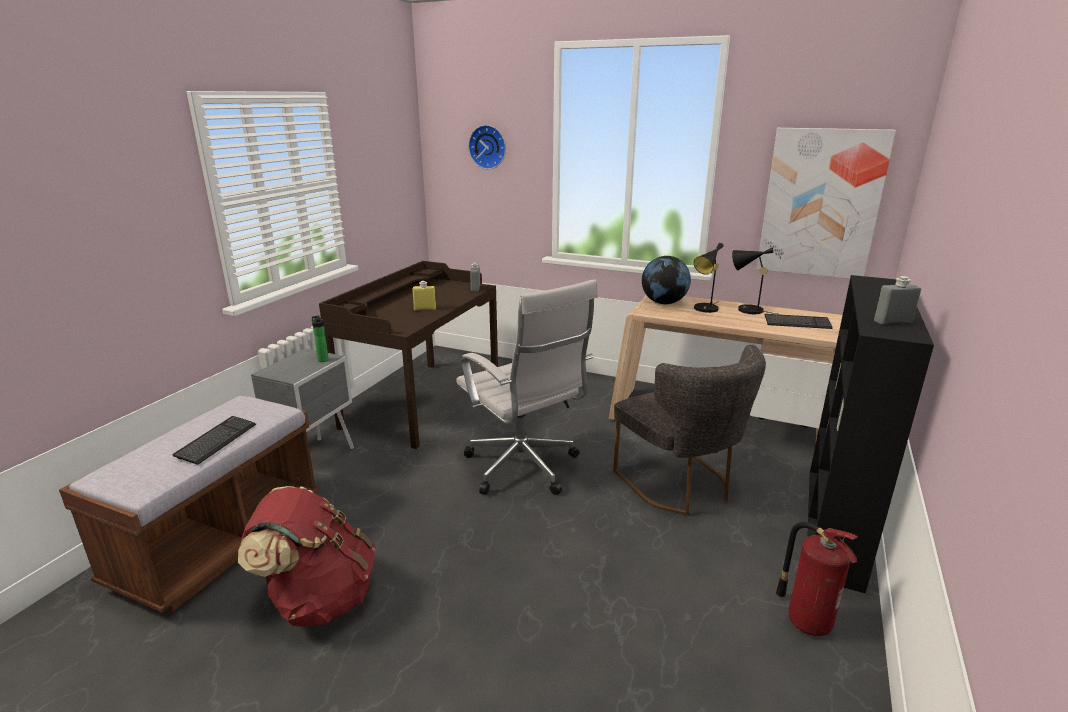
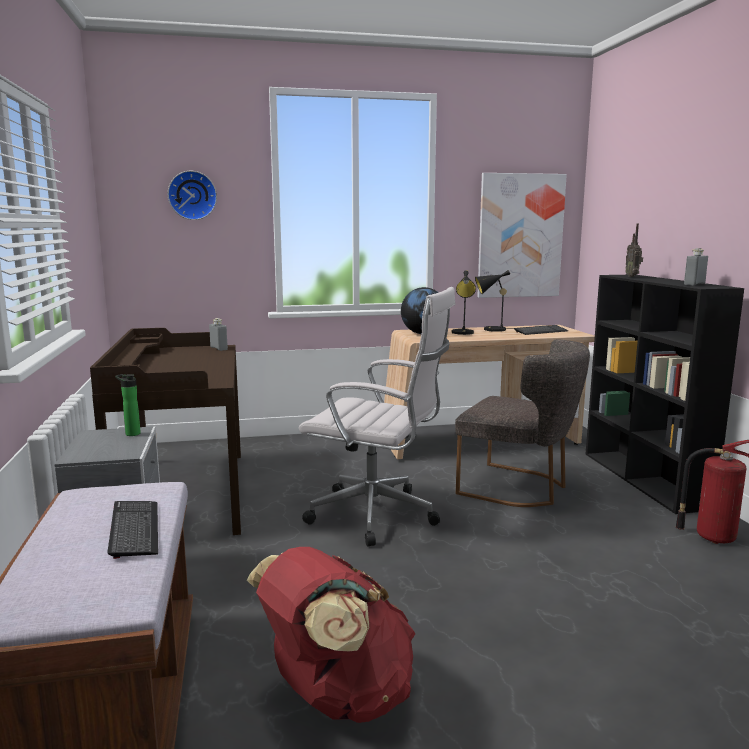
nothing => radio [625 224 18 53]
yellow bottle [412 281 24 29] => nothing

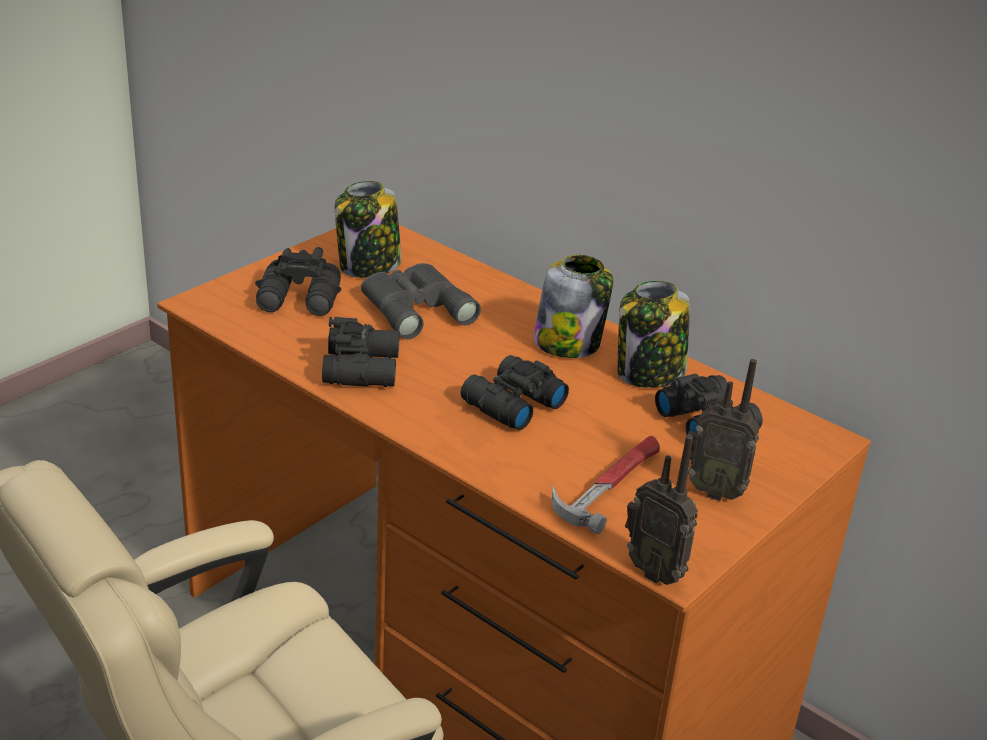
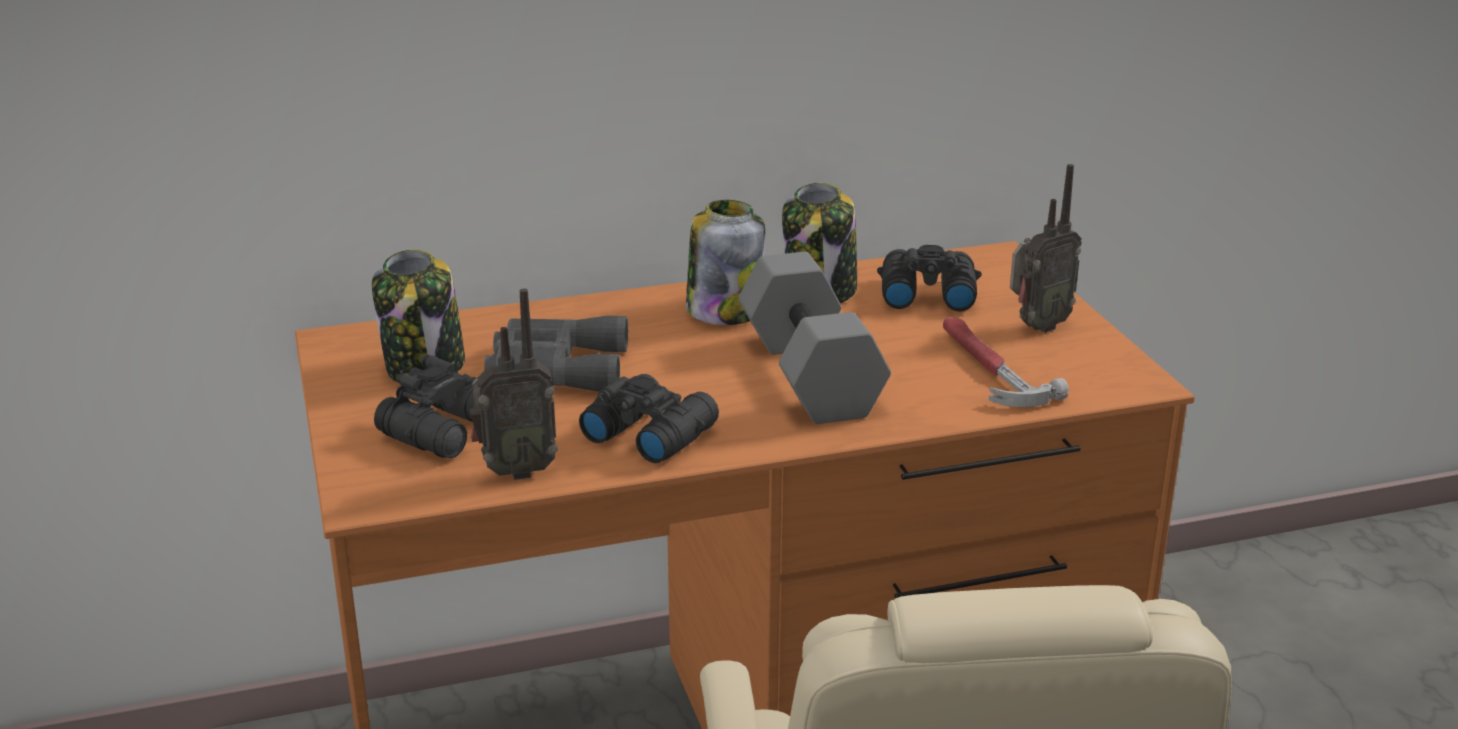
radio [625 435 73 150] => radio [469 288 89 192], move
black binoculars [461 355 108 75] => grey dumbbell [738 252 153 172]

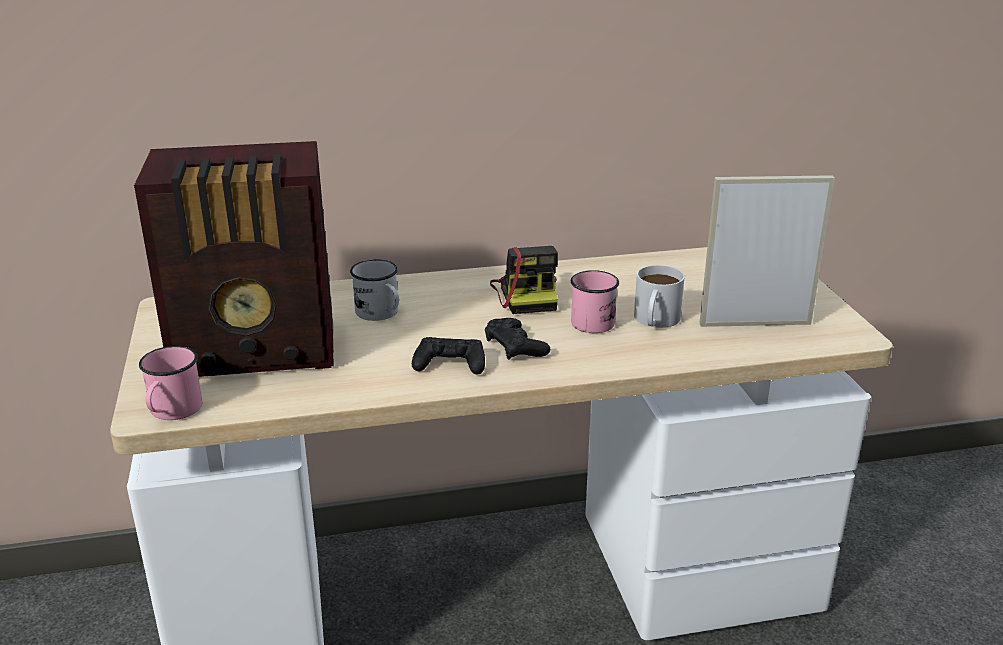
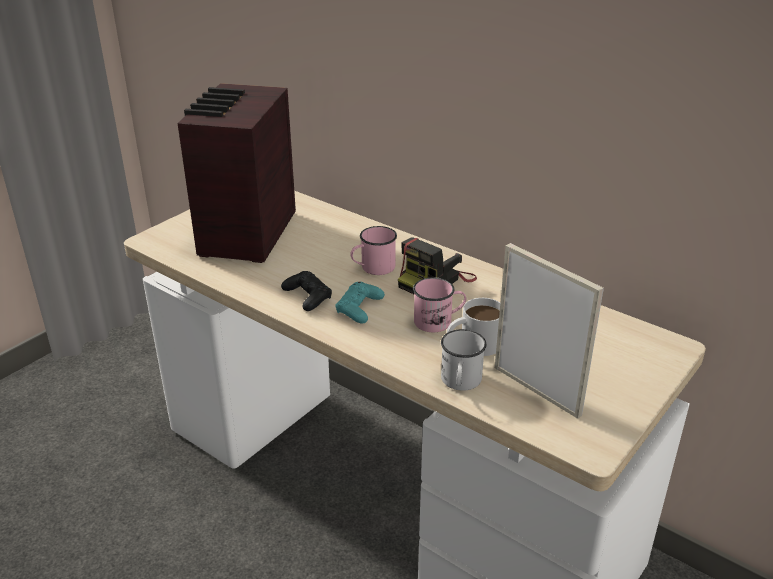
radio [134 141 200 236] => radio [177 83 119 180], 60 degrees clockwise
black game controller [485 318 65 42] => turquoise game controller [336 282 49 42]
pink mug [139 346 63 74] => pink mug [350 226 47 49], move
white mug [350 260 49 61] => white mug [441 329 46 62], move

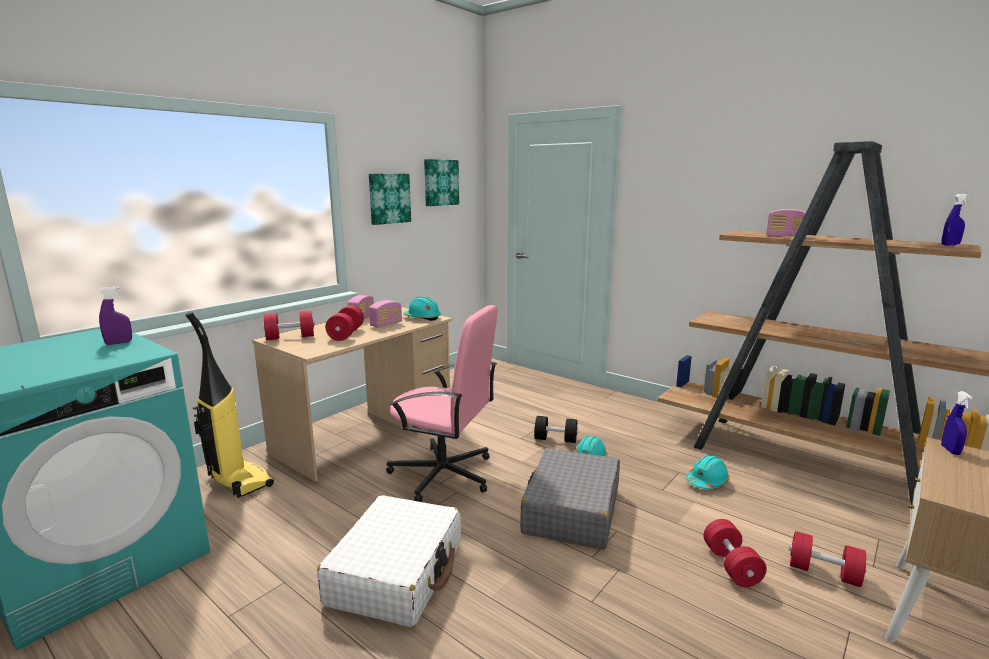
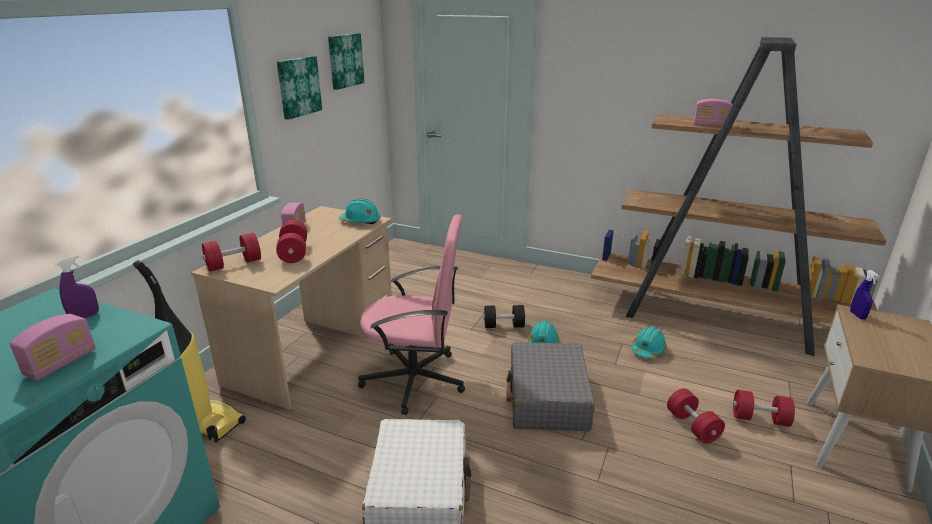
radio [369 300 33 28] => radio [10 314 86 67], move
blue spray bottle [941 194 28 51] => nothing

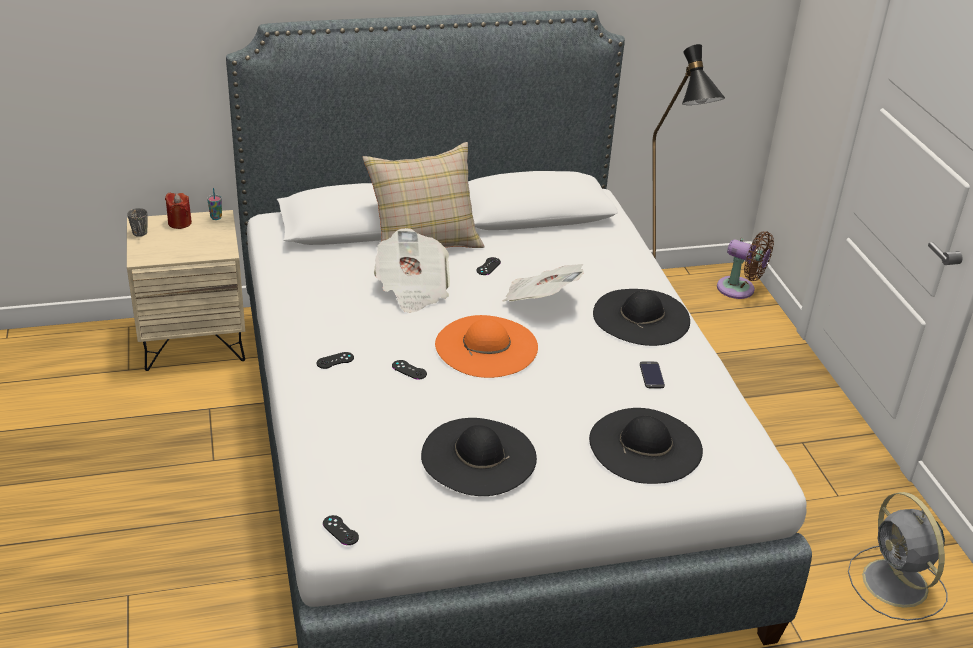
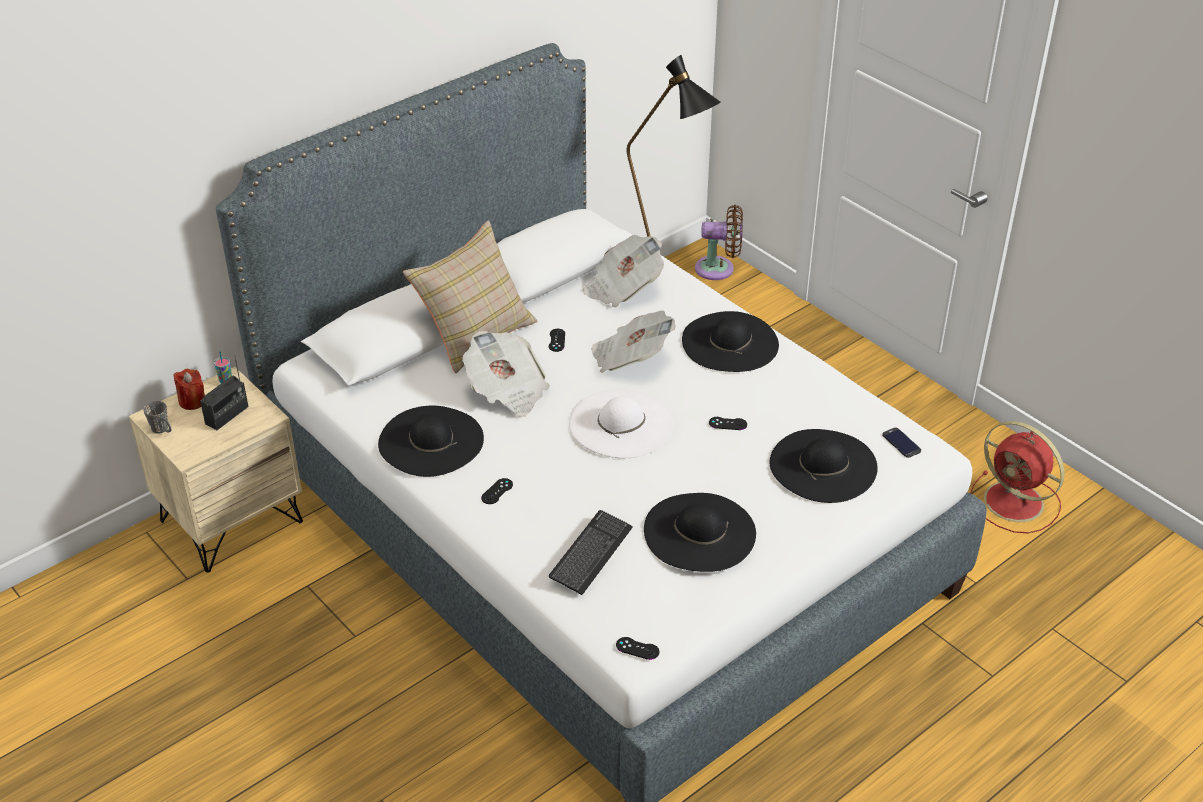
nothing => radio [200 358 49 72]
nothing => black hat [378 406 106 71]
nothing => keyboard [549 510 84 85]
orange hat [435 315 103 63] => white hat [569 389 104 69]
nothing => newspaper [583 235 81 72]
black game controller [392 360 35 20] => black game controller [709 417 38 13], move
phone [640 361 25 27] => phone [882 427 39 31], move
grey fan [848 492 100 129] => red fan [971 421 93 113]

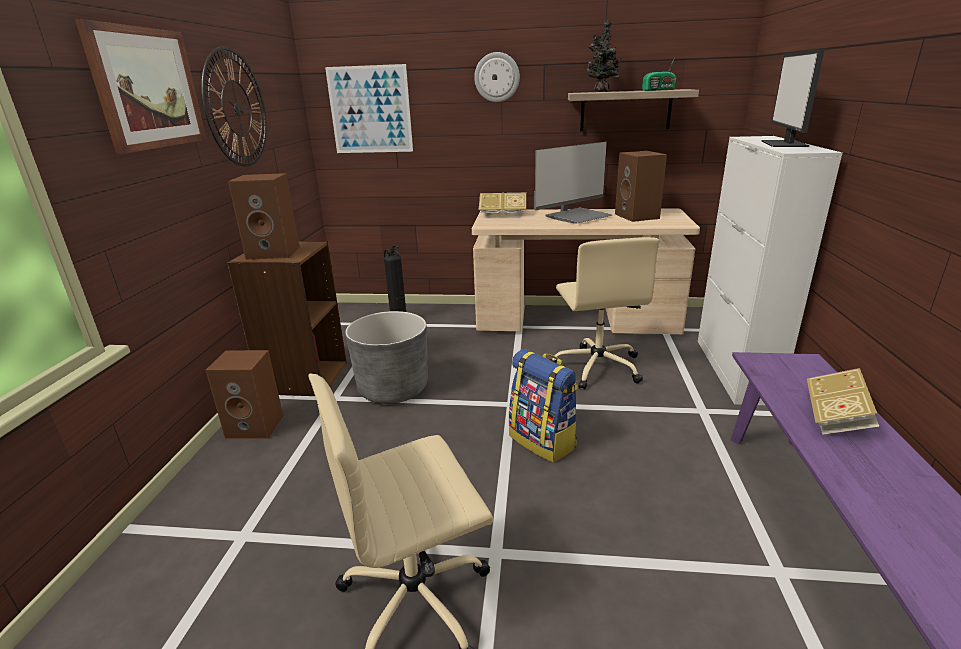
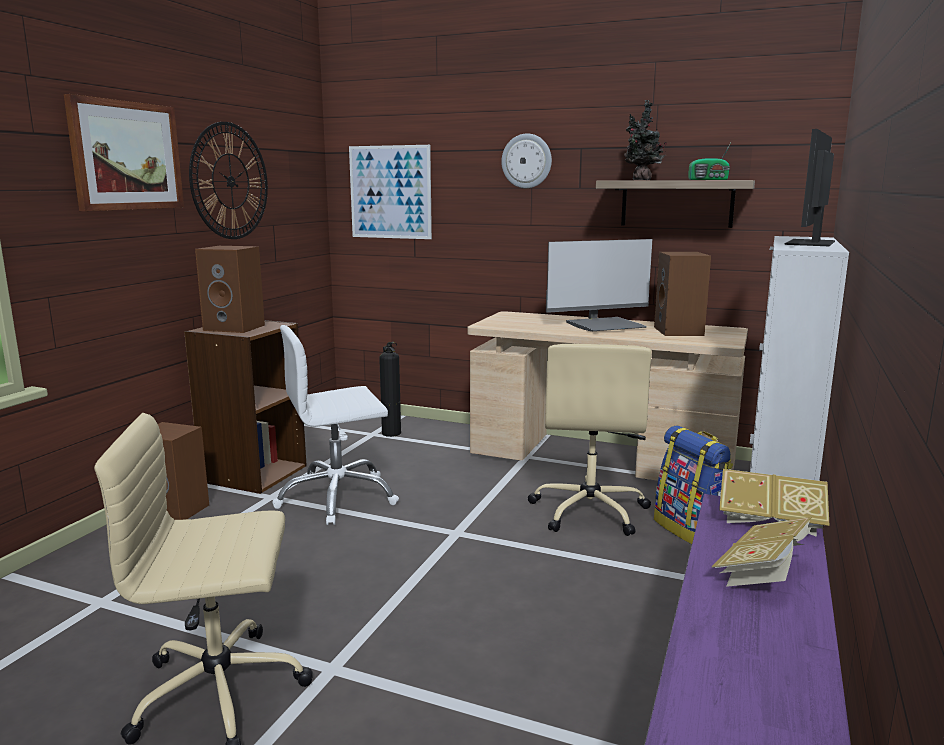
grey planter [345 311 83 93] => white office chair [272 325 127 200]
backpack [509 349 69 114] => backpack [654 425 79 119], move
book [479 193 47 24] => book [719 469 111 68], move

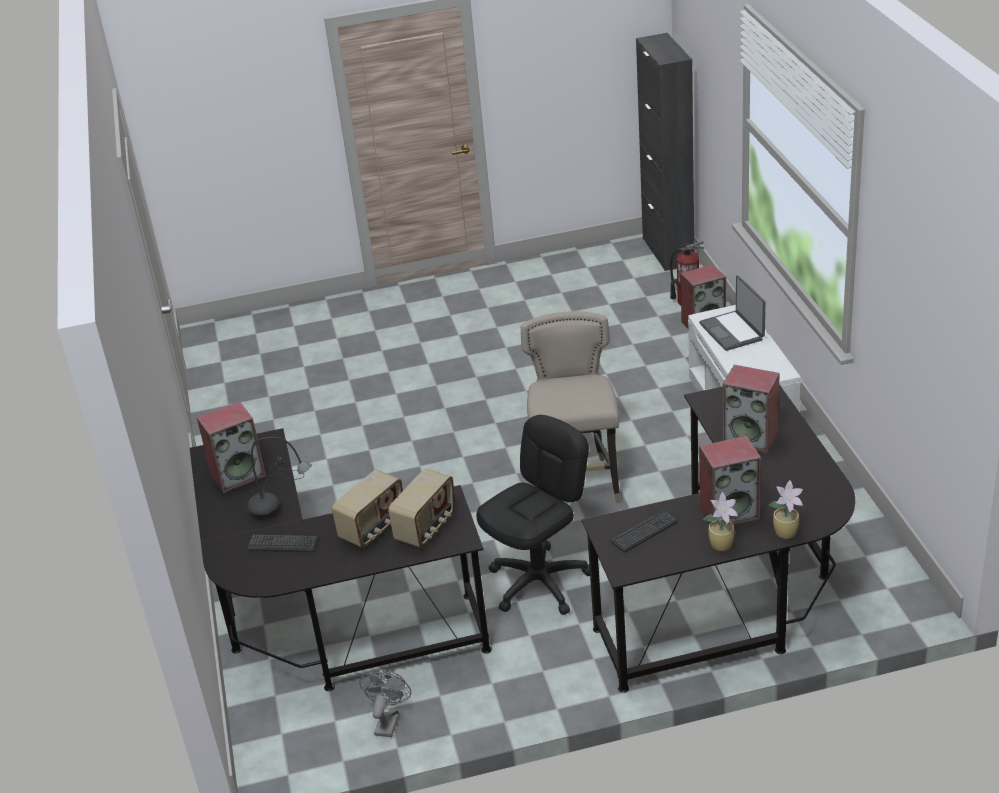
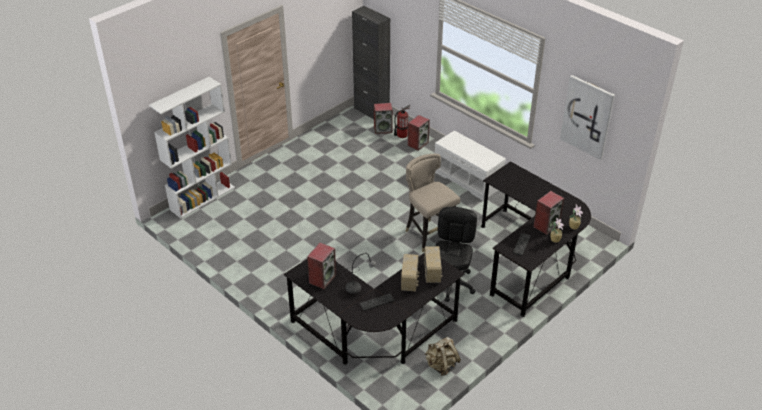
nothing => white bookcase [149 77 86 141]
speaker [723 365 57 88] => speaker [374 103 19 31], move
grey fan [359 669 52 68] => beige backpack [425 337 36 39]
nothing => picture [560 75 55 85]
laptop [699 275 66 76] => nothing

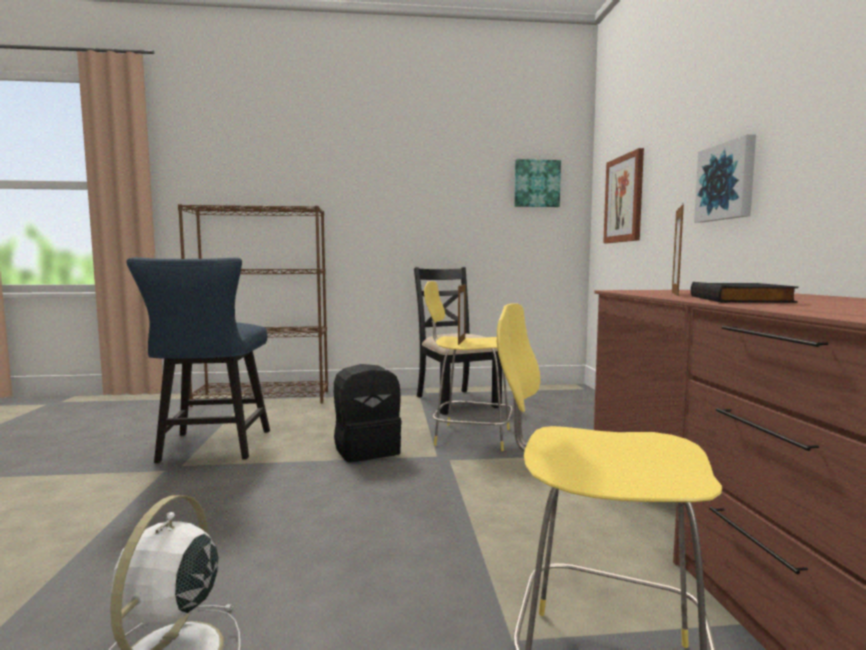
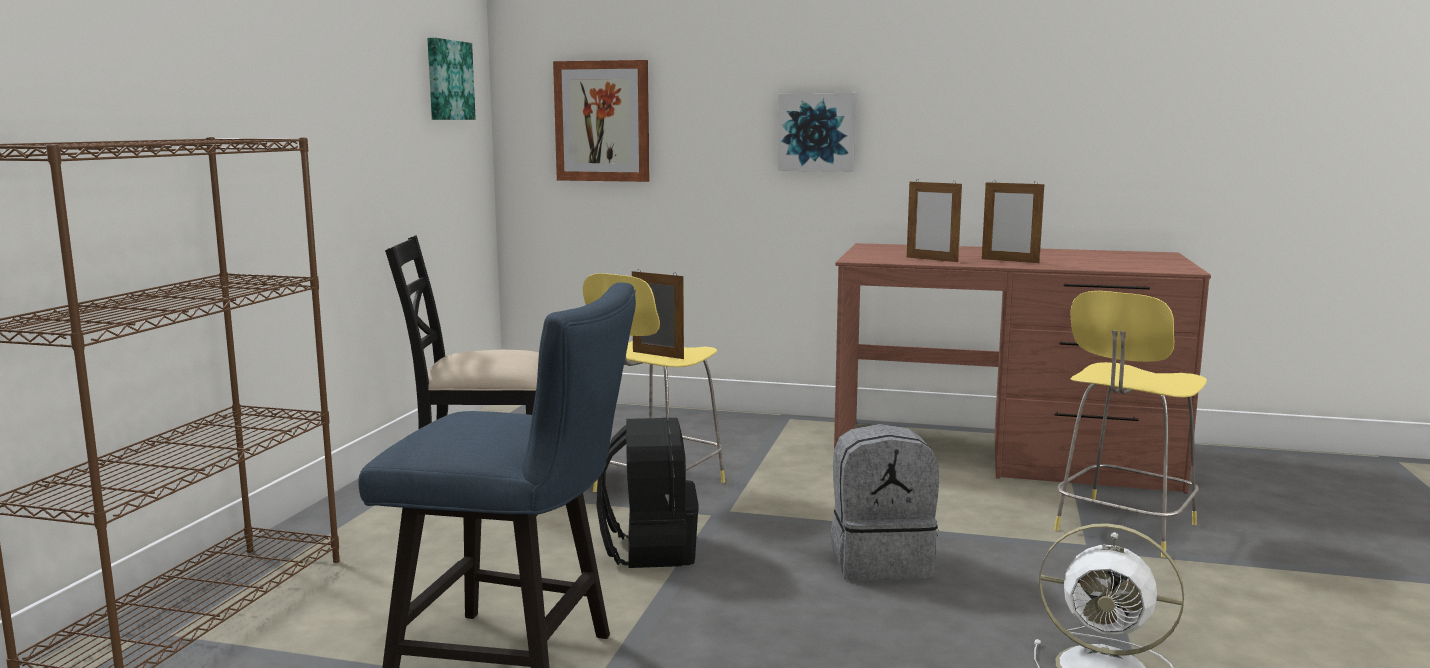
nothing => grey backpack [830 424 109 157]
black book [691 282 107 21] => picture frame [982 180 62 83]

